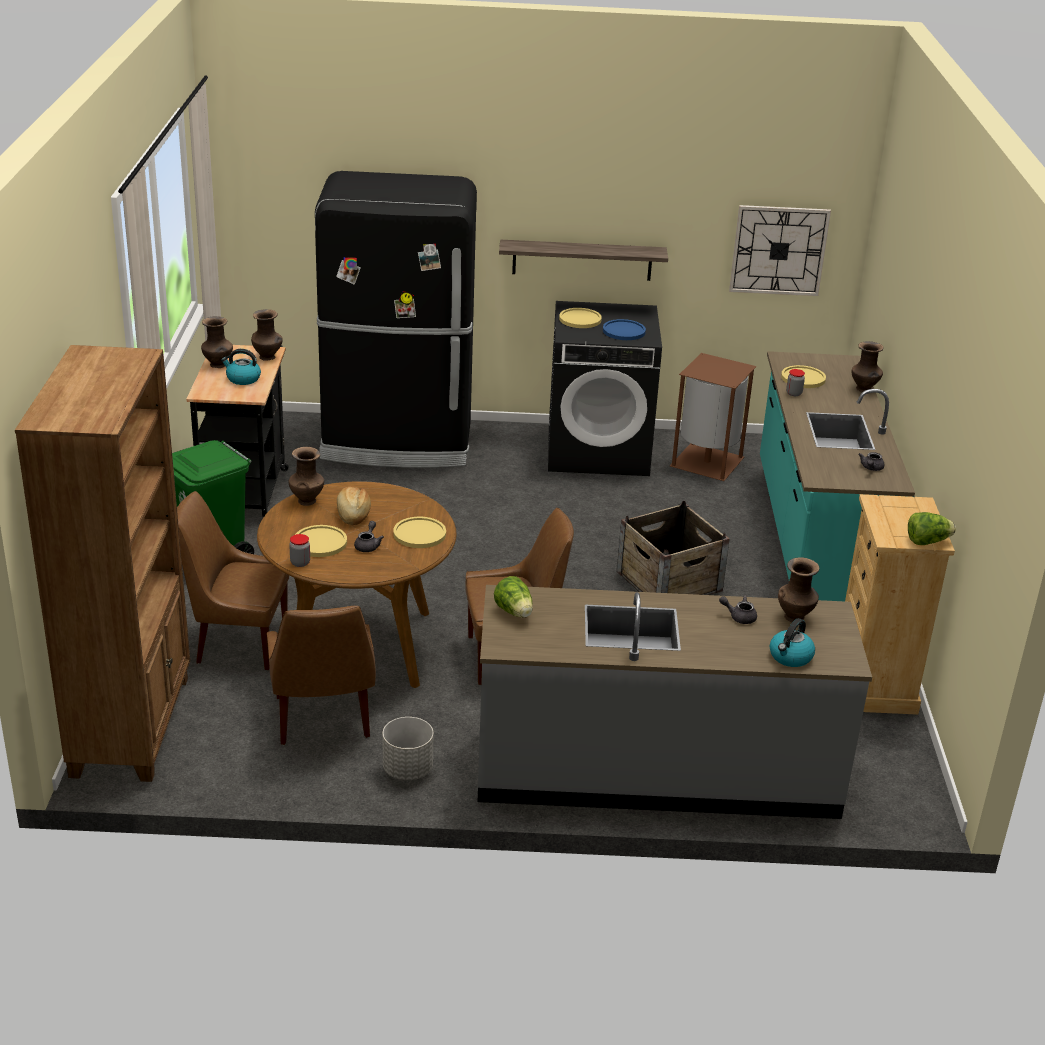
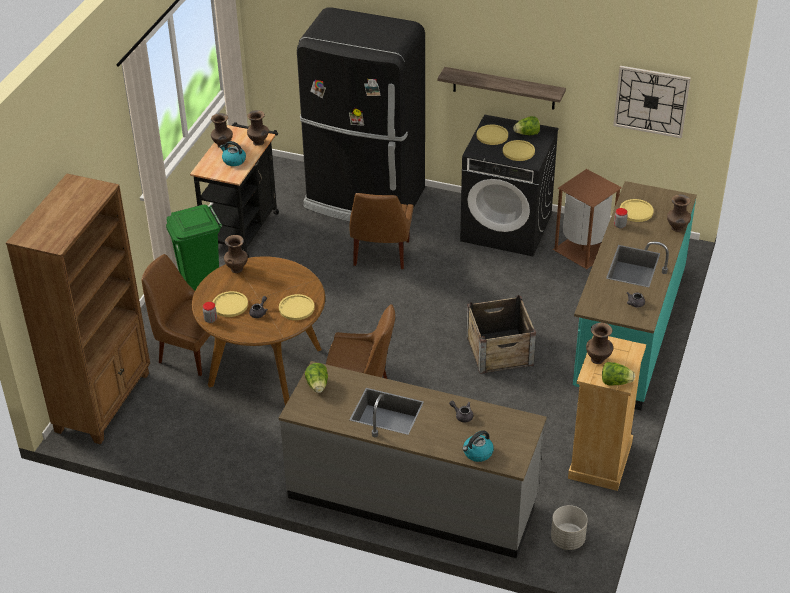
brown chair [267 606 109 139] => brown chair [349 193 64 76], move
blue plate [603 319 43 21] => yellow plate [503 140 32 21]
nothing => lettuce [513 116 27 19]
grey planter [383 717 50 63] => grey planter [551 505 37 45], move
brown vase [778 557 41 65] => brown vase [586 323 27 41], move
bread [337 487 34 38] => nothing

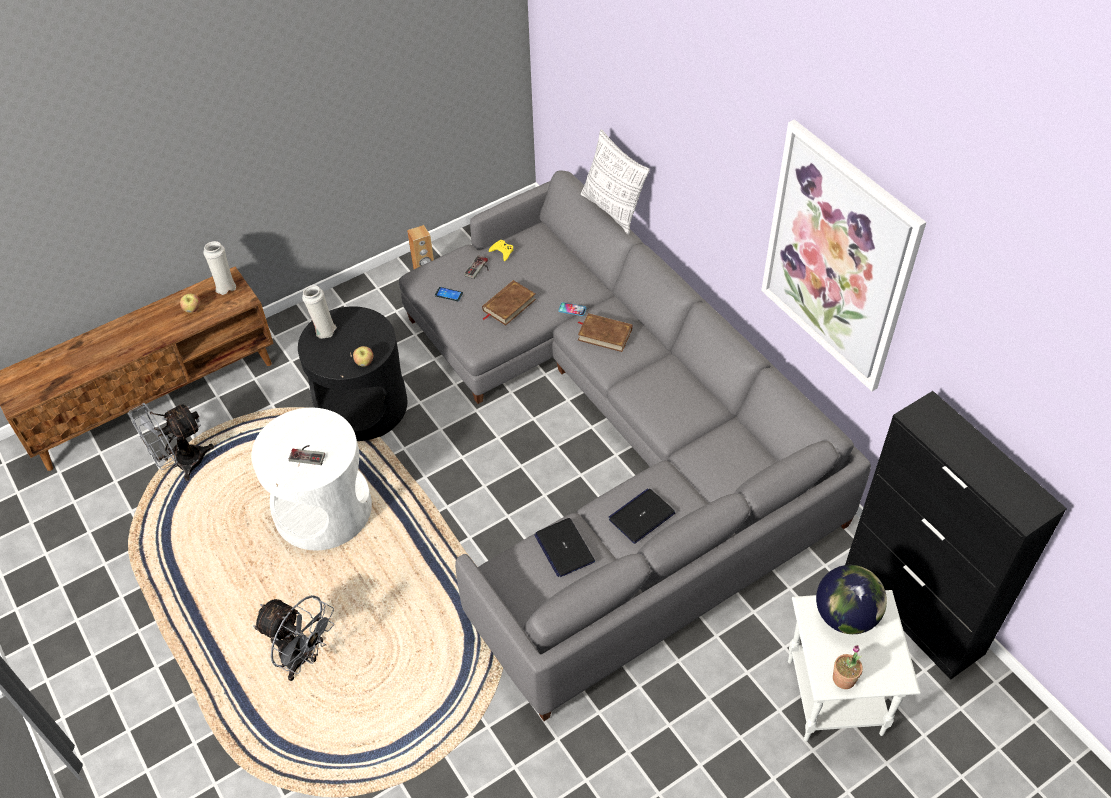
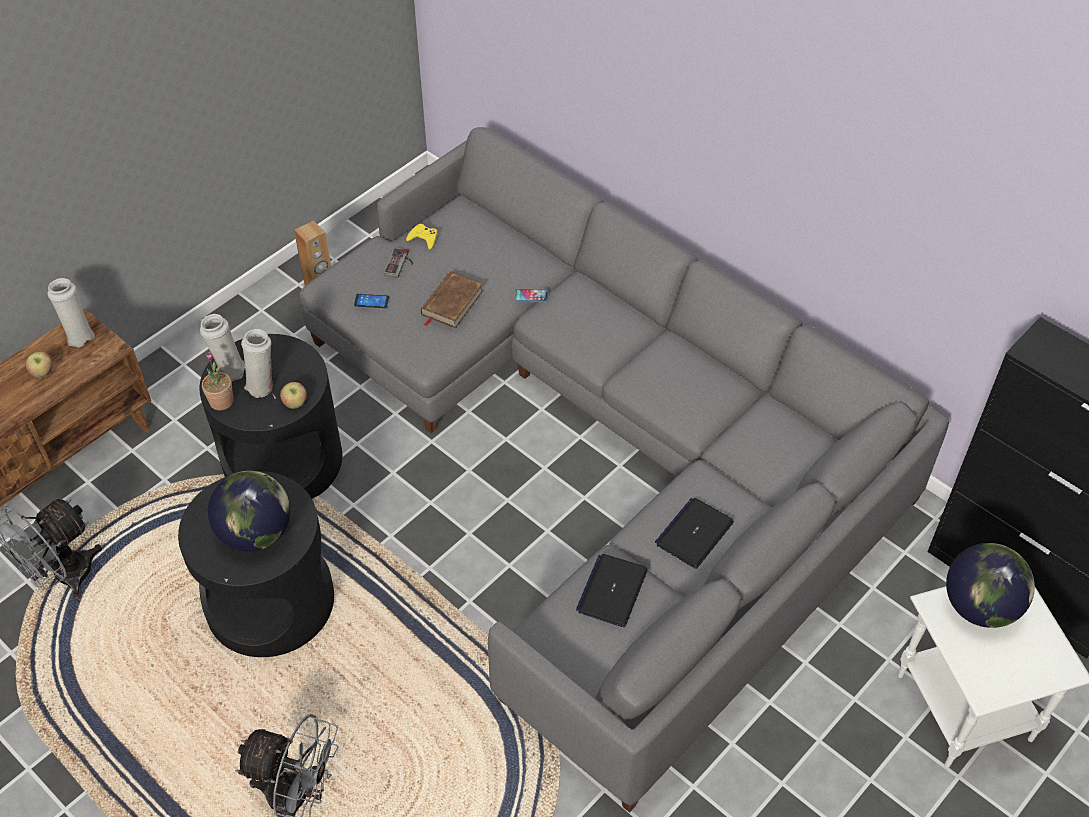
white side table [251 408 121 142] => black side table [178 471 156 186]
potted plant [833 645 30 44] => potted plant [202 352 32 58], move
game controller [289 445 36 20] => globe [208 471 82 81]
nothing => white vase [241 329 32 69]
laptop [534 518 61 59] => laptop [576 554 72 73], 60 degrees clockwise
brown book [577 313 55 39] => nothing
pillow [581 130 69 104] => nothing
picture [761 119 165 272] => nothing

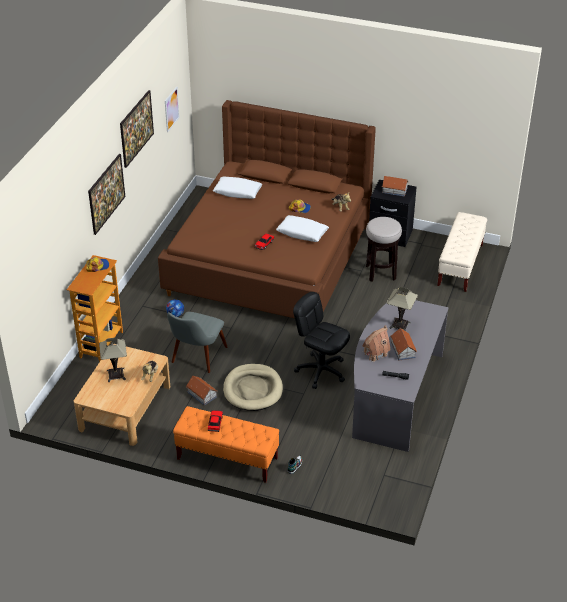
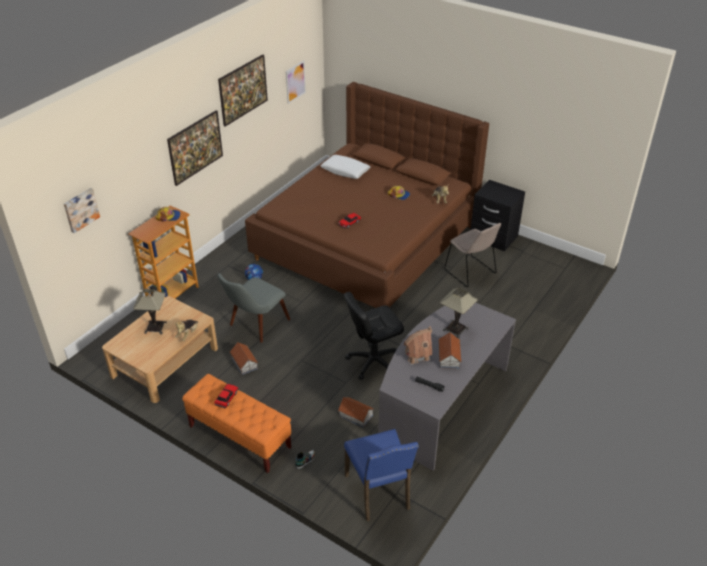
nothing => picture [64 188 36 45]
toy house [382 176 27 20] => toy house [338 397 36 31], move
black office chair [293 292 57 97] => black office chair [344 292 60 88], 75 degrees counterclockwise
nothing => blue chair [344 429 75 92]
stool [366 217 36 65] => beige chair [445 223 56 64]
beige dog bed [223 364 60 47] => nothing
white pillow [276 215 53 27] => nothing
beige bench [437 212 50 80] => nothing

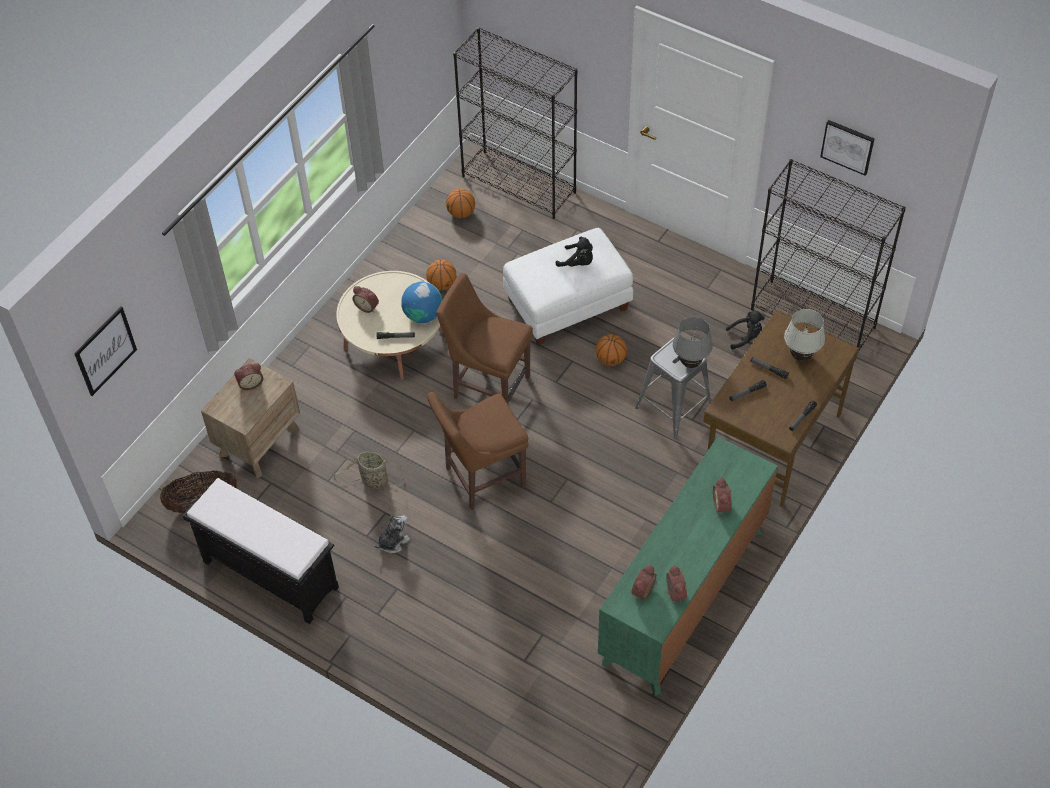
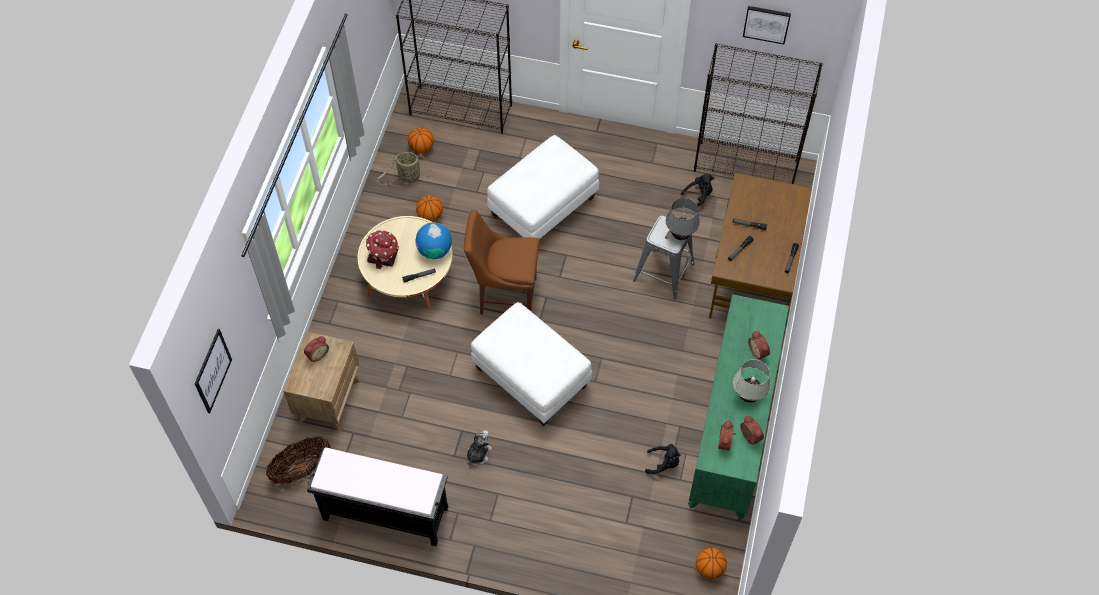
alarm clock [352 286 27 27] => toy house [366 230 33 39]
basket [333 452 70 38] => basket [376 152 56 33], move
brown chair [427 392 102 118] => white ottoman [471 302 121 124]
black plush toy [556 237 37 30] => black plush toy [645 444 35 30], move
basketball [596 334 31 32] => basketball [696 548 31 31], move
white table lamp [784 309 41 52] => white table lamp [733 359 38 44], move

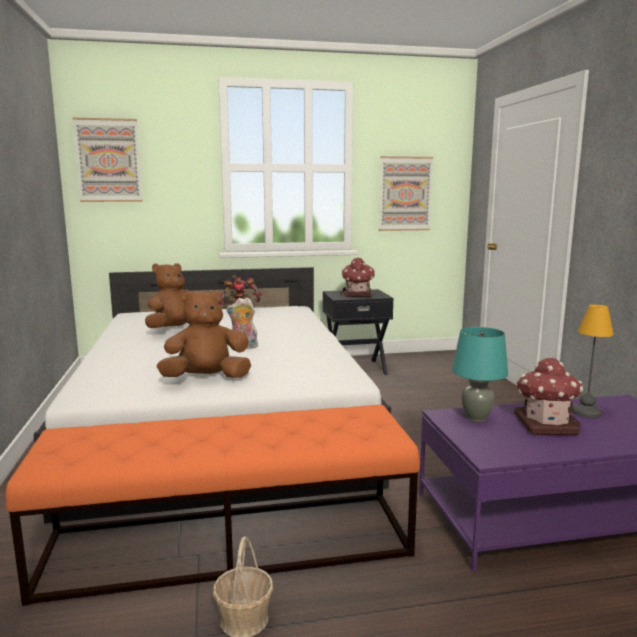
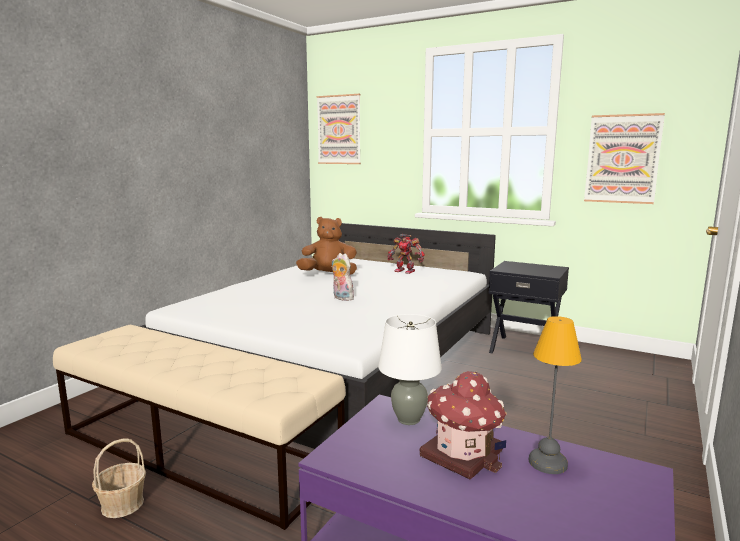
orange bench [6 405 414 201] => beige bench [53 325 293 205]
turquoise table lamp [452 327 56 95] => white table lamp [378 314 64 111]
brown plush toy [157 289 94 89] => nothing
toy house [340 258 35 39] => nothing

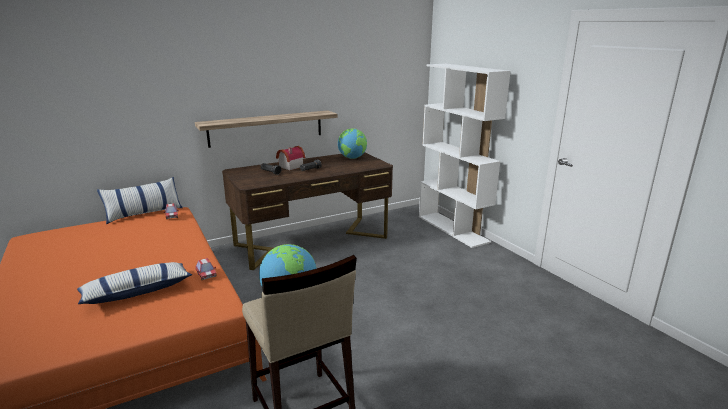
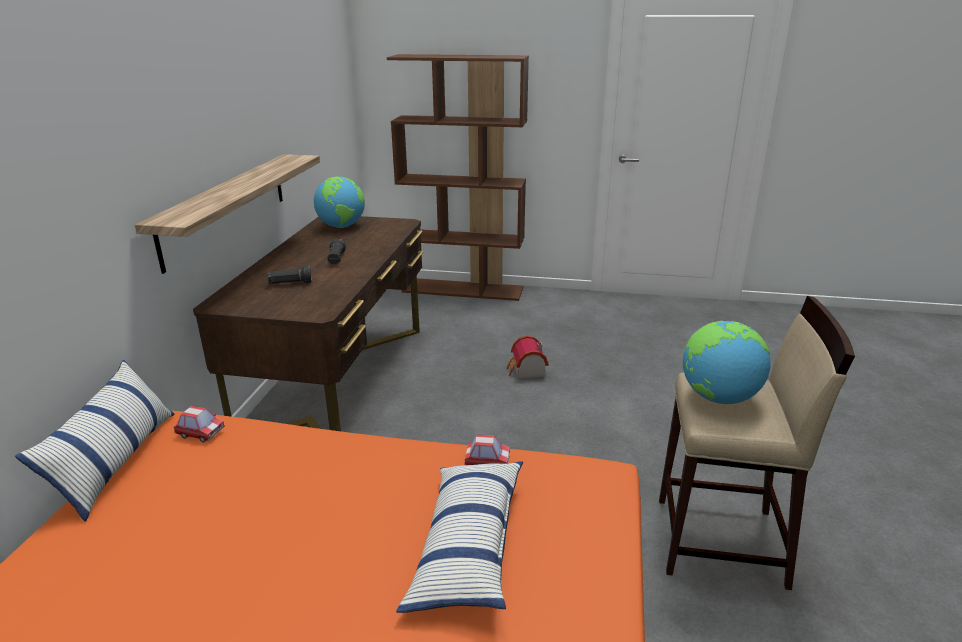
white bookcase [419 64 92 184] => brown bookcase [387 54 142 247]
toy house [276 146 29 24] => toy house [507 335 42 44], move

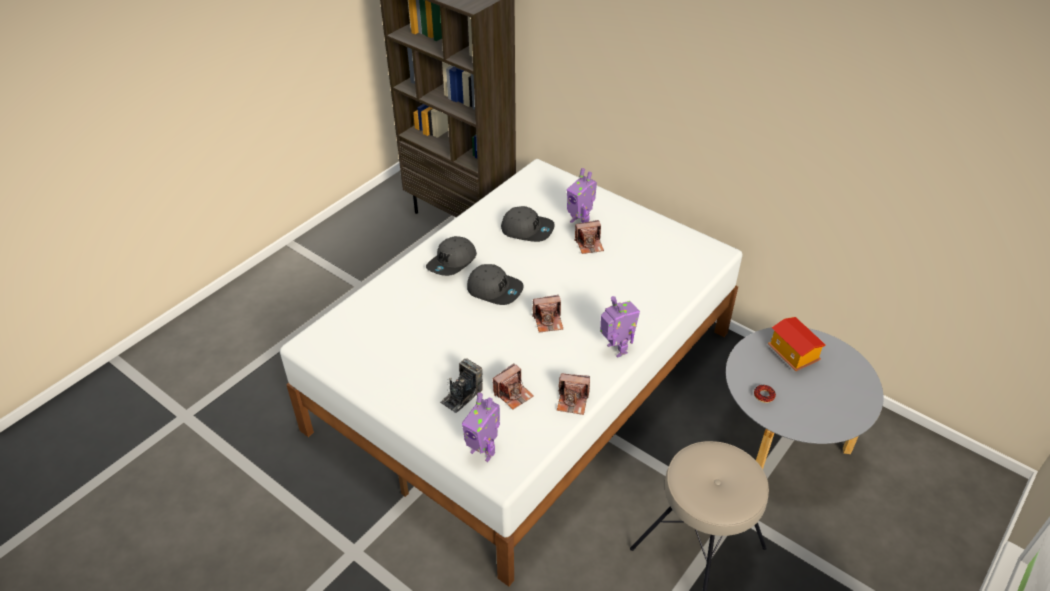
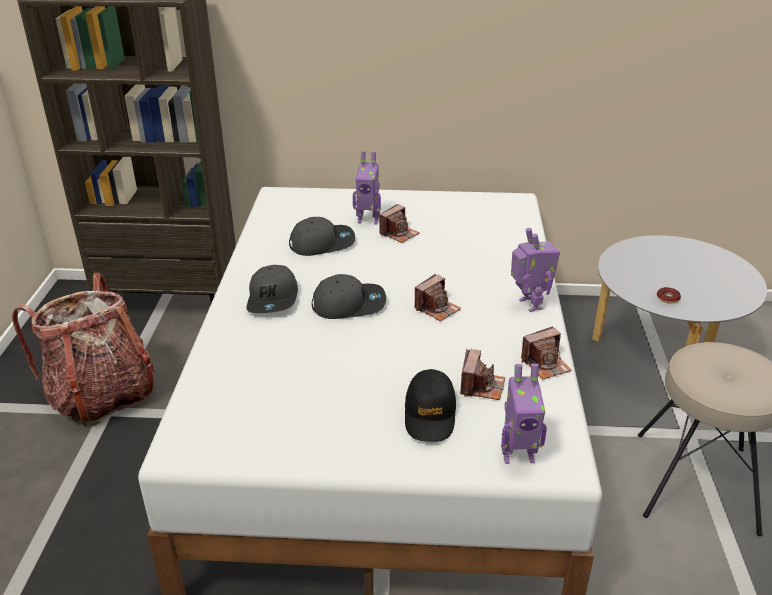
nothing => backpack [12 273 143 153]
photo camera [440 358 42 55] => black cap [405 369 51 73]
toy robot [600 296 40 62] => toy robot [511 228 49 84], 45 degrees clockwise
toy house [768 317 58 54] => nothing

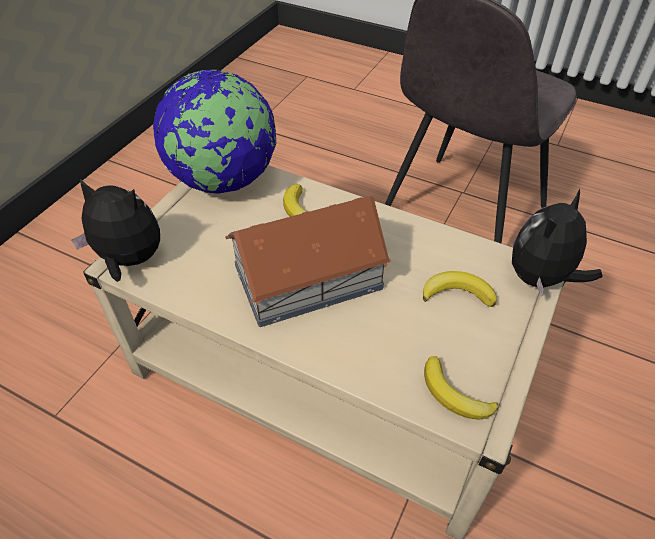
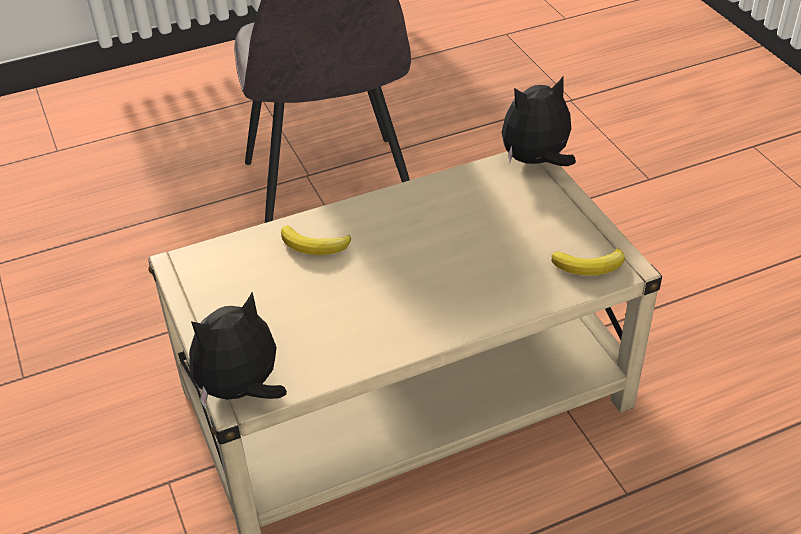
plush toy [512 188 90 108] => plush toy [502 76 74 90], 75 degrees clockwise
globe [153 69 124 125] => nothing
toy house [225 196 166 131] => nothing
banana [423 271 74 36] => nothing

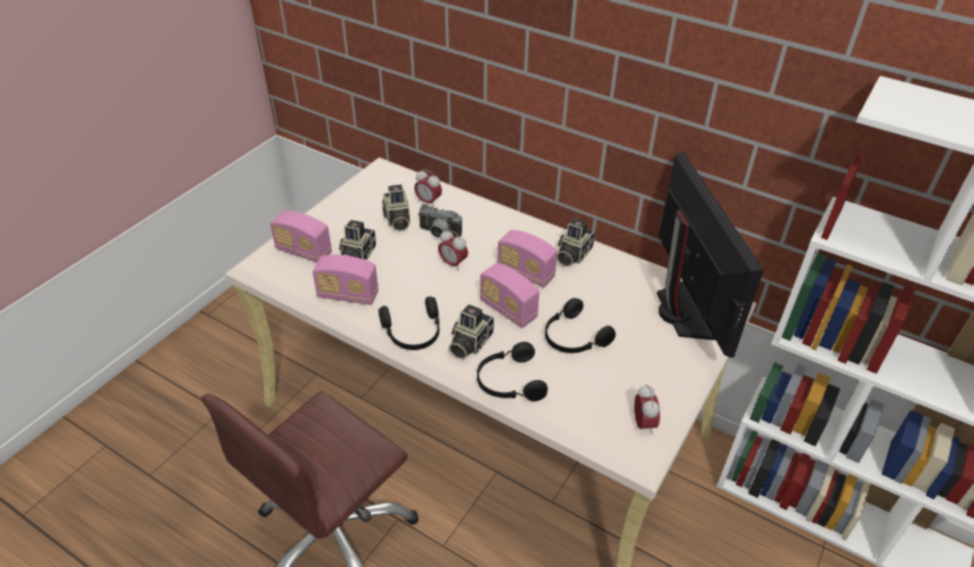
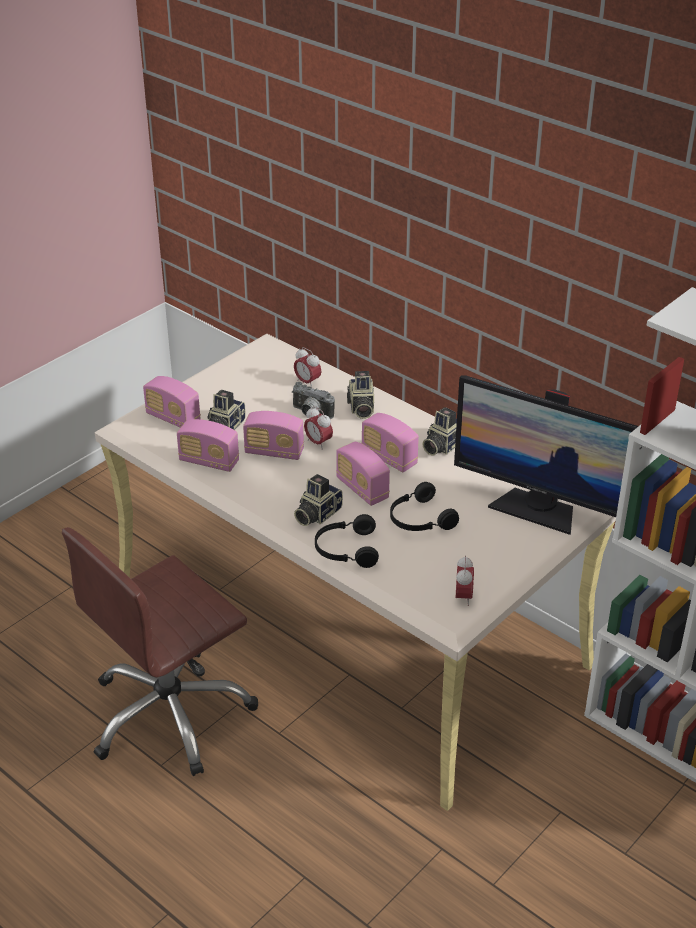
nothing => radio [243 411 61 49]
photo camera [382 185 28 46] => photo camera [347 371 27 48], move
monitor [657 151 107 207] => monitor [454 375 184 160], 120 degrees clockwise
black headphones [378 296 61 54] => nothing

